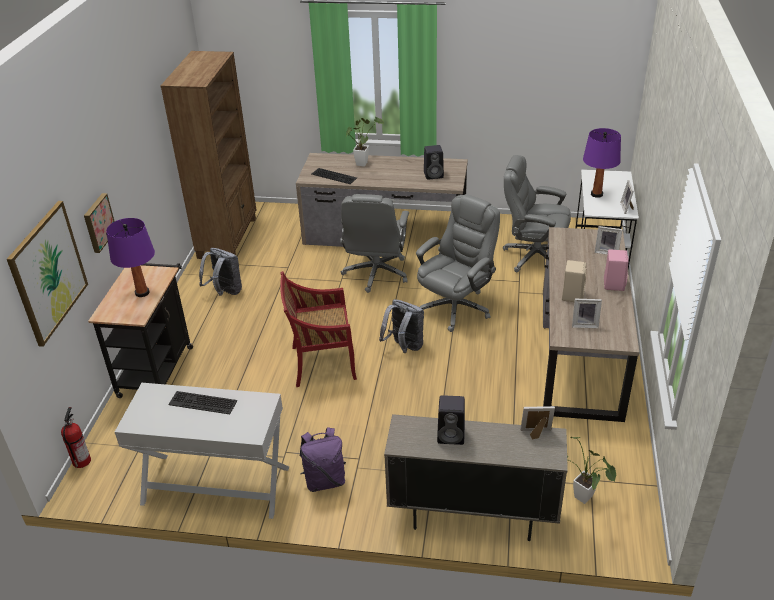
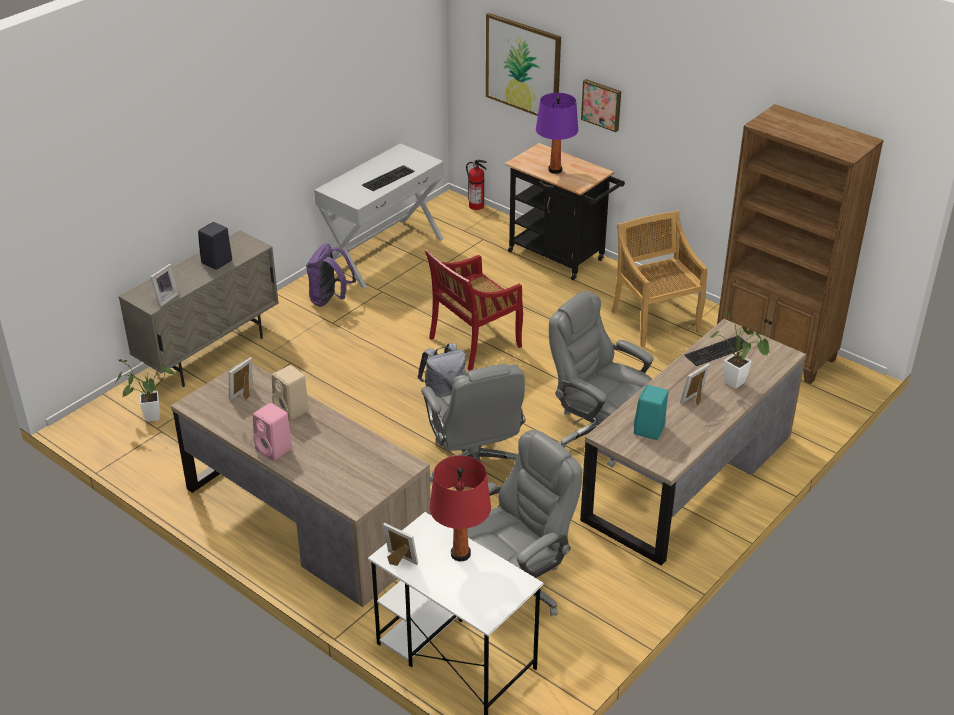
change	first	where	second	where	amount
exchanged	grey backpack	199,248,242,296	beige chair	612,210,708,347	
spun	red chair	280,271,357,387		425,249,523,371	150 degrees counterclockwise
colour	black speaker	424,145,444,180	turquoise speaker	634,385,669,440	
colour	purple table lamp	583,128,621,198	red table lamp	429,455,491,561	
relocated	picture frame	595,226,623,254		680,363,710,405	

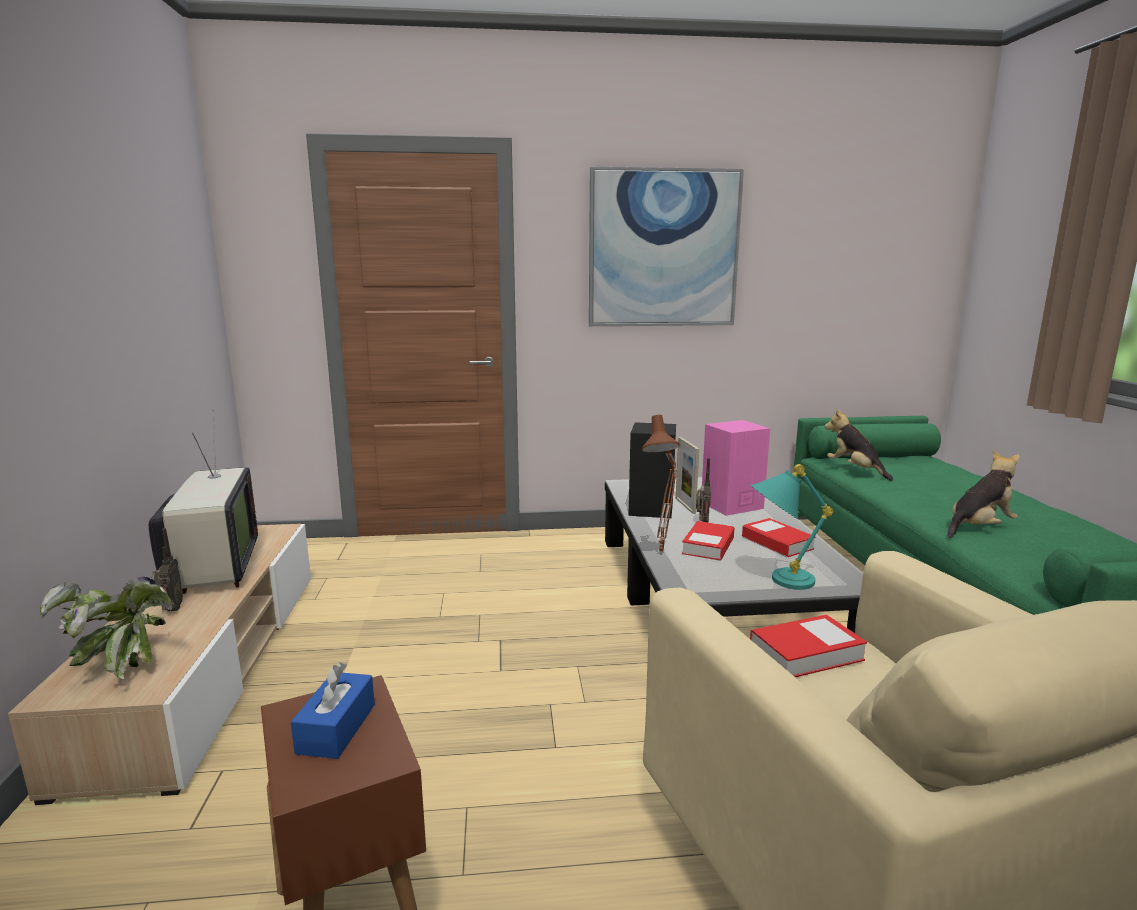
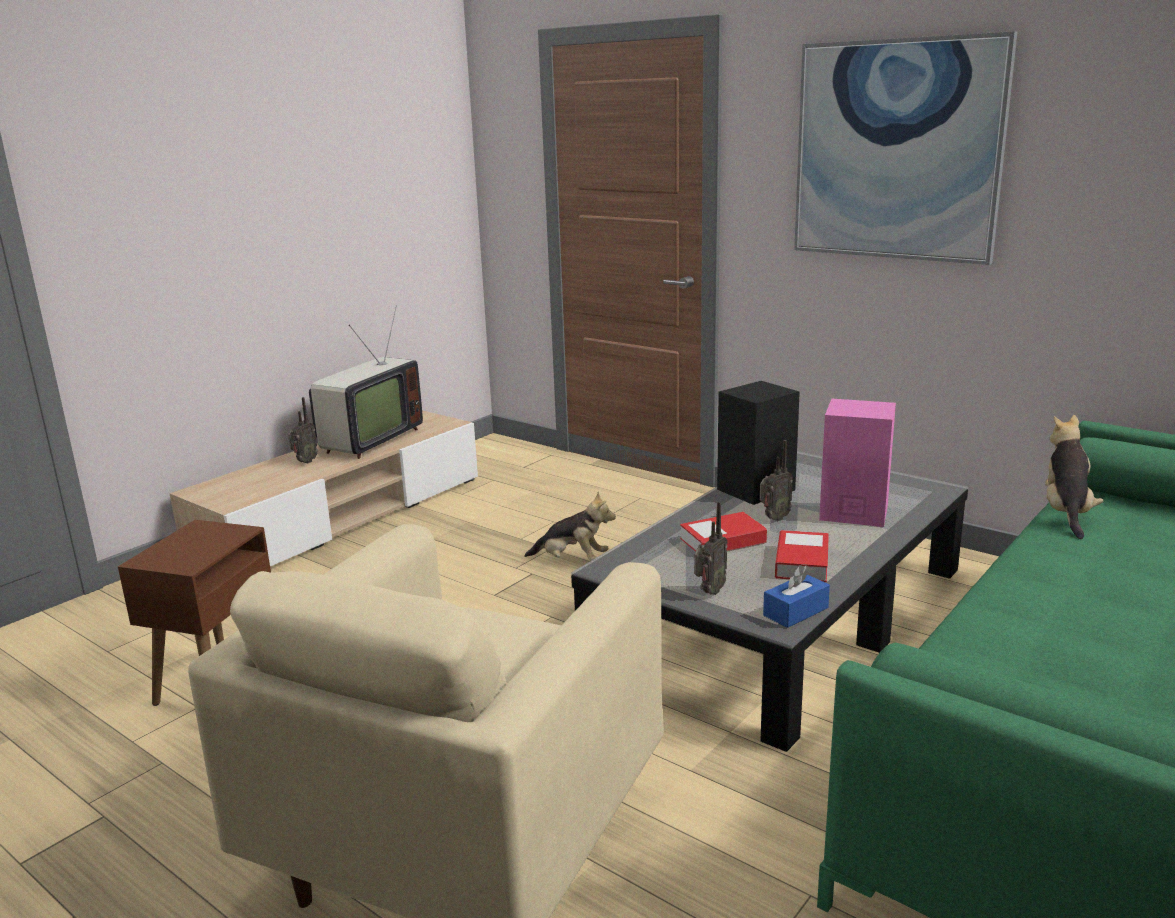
change	first	where	second	where	amount
missing	potted plant	40,577,172,679			
relocated	blue tissue box	291,662,375,759		763,565,830,628	
missing	brown table lamp	642,415,680,555			
missing	picture frame	676,437,699,514			
exchanged	turquoise table lamp	750,464,833,589	radio	694,501,727,595	
missing	book	750,615,867,677			
relocated	plush toy	948,450,1020,538		524,492,616,561	

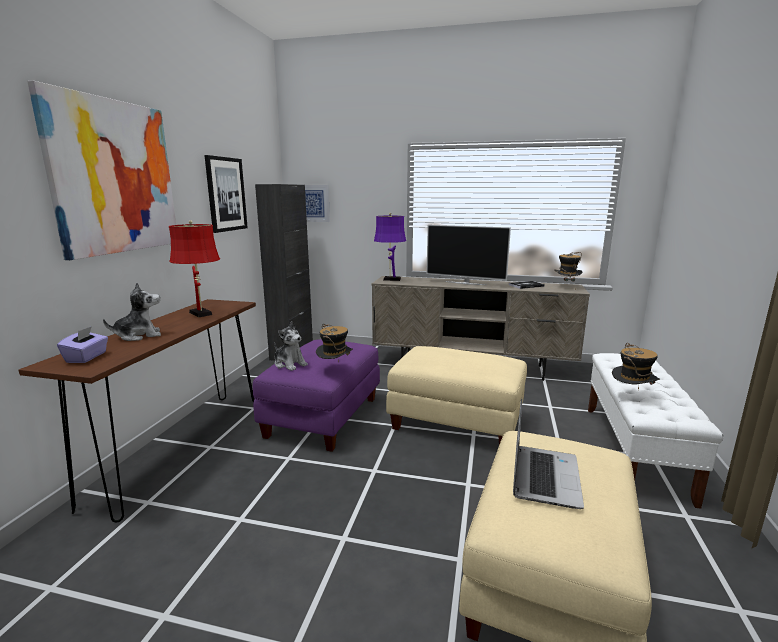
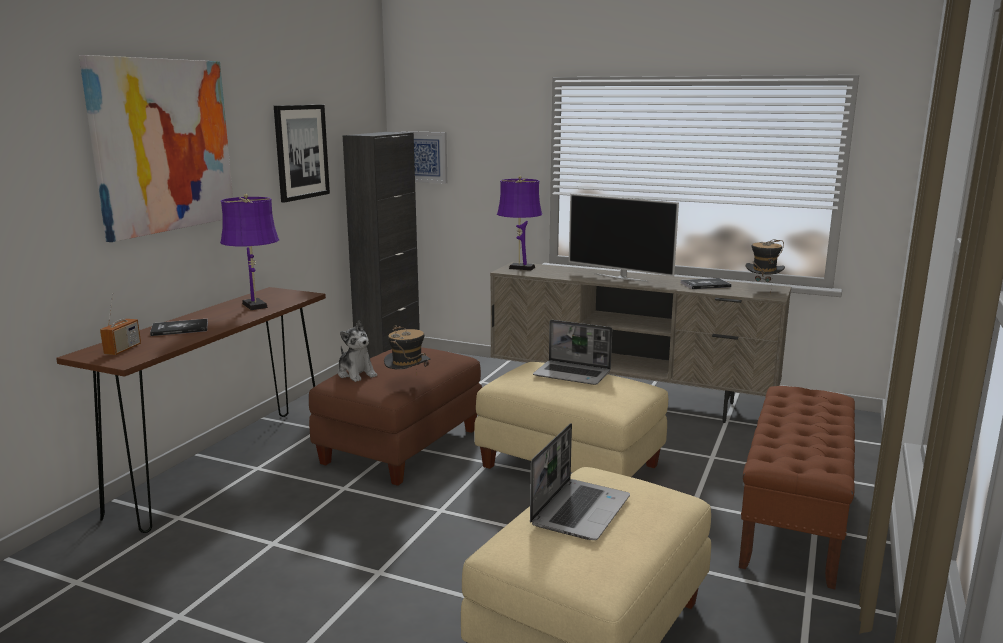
change	first	where	second	where	amount
exchanged	purple tissue box	57,326,108,363	radio	100,293,141,355	
exchanged	plush toy	103,282,161,341	book	150,319,208,336	
colour	red table lamp	169,220,220,318	purple table lamp	220,194,279,310	
colour	purple ottoman	253,339,380,452	brown ottoman	309,347,482,486	
colour	white bench	588,353,724,509	brown bench	739,386,855,589	
missing	hat	612,343,660,390			
appeared			laptop	533,320,612,385	

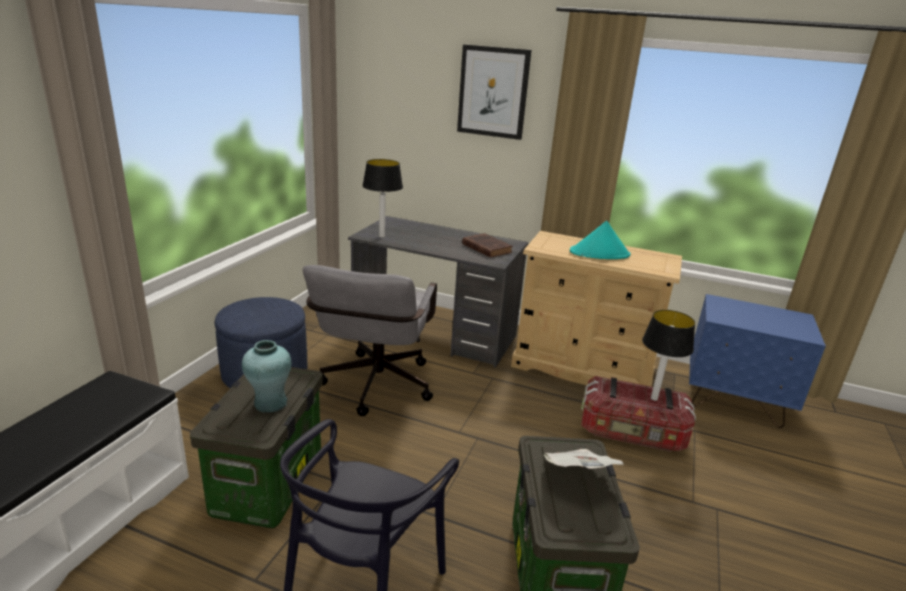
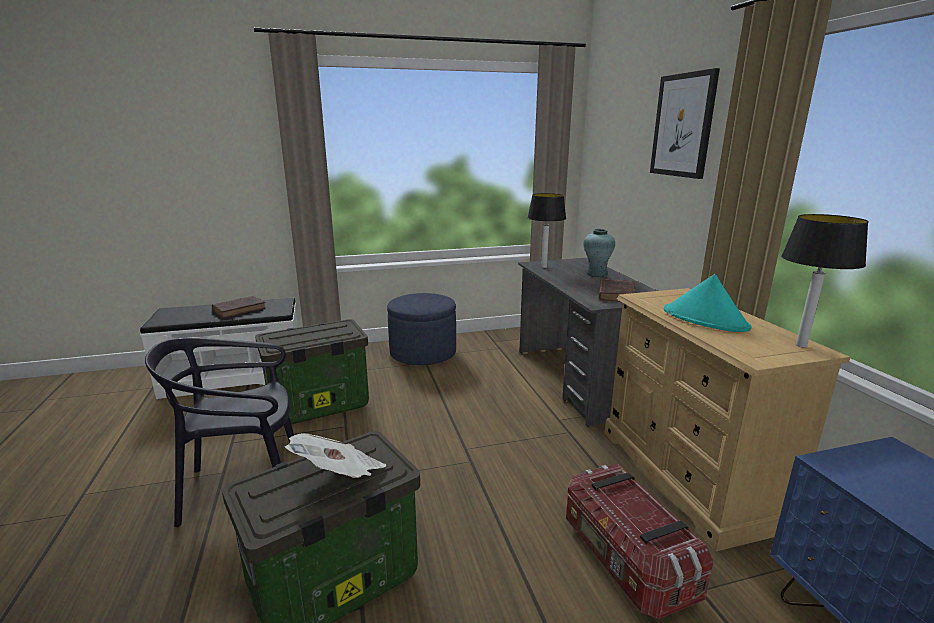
change	first	where	second	where	amount
relocated	turquoise vase	242,340,291,413		583,229,615,277	
missing	grey office chair	303,265,437,416			
relocated	table lamp	642,310,695,401		781,214,869,348	
appeared			brown book	212,296,266,318	

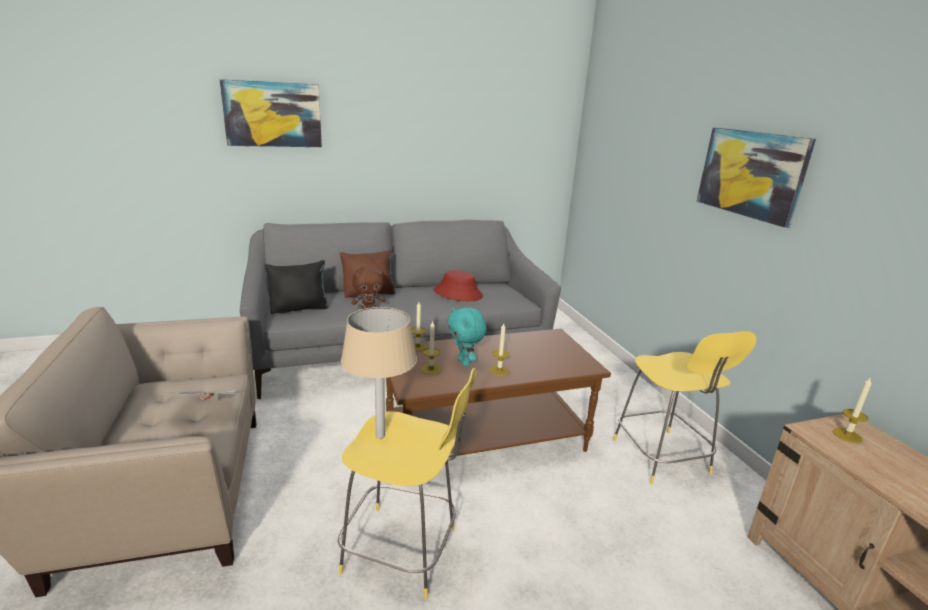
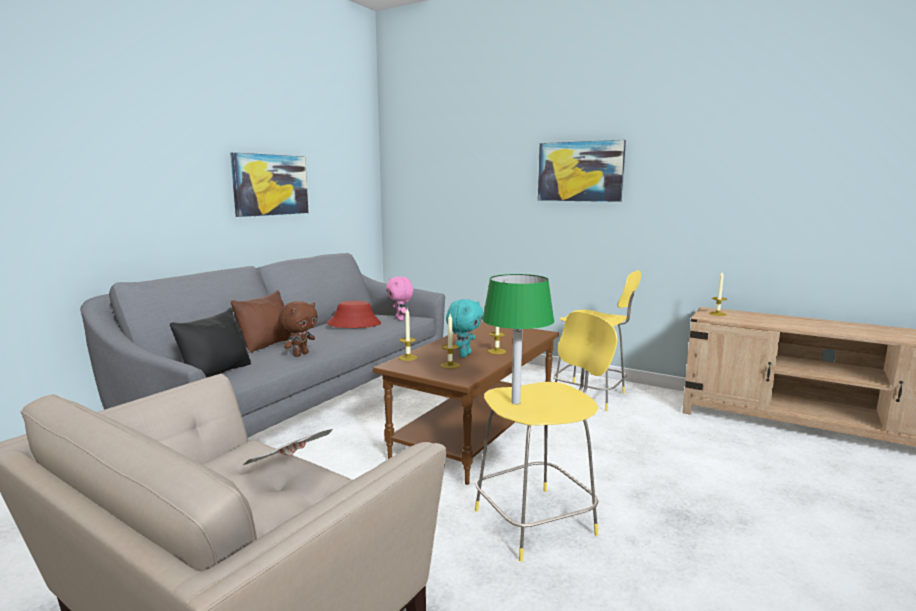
change	first	where	second	where	amount
relocated	picture	219,79,322,147		230,152,309,217	
colour	beige table lamp	341,307,417,439	green table lamp	482,274,554,405	
spun	turquoise plush toy	448,308,486,367		446,299,483,357	90 degrees counterclockwise
appeared			pink plush toy	386,277,413,320	

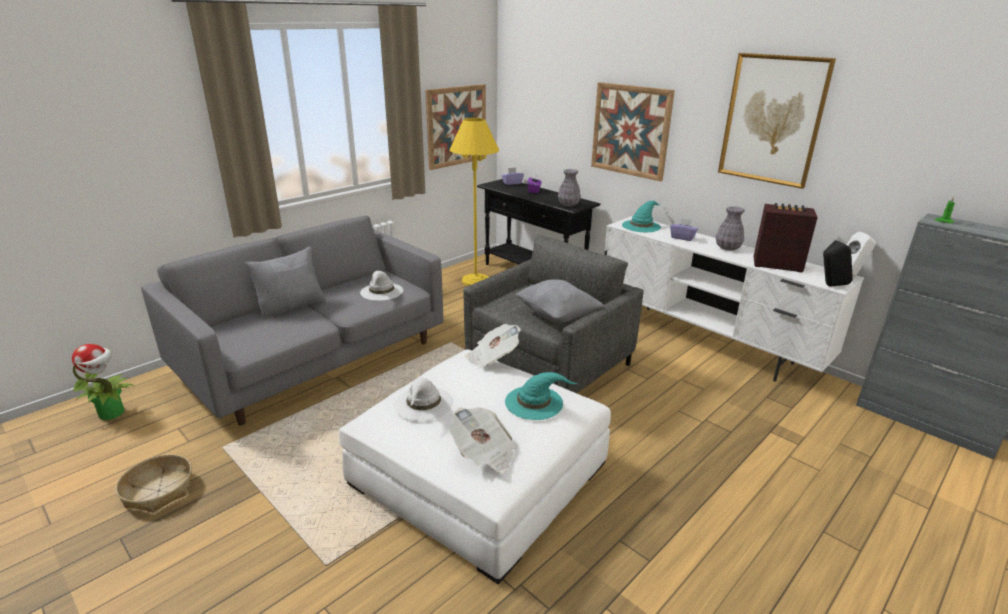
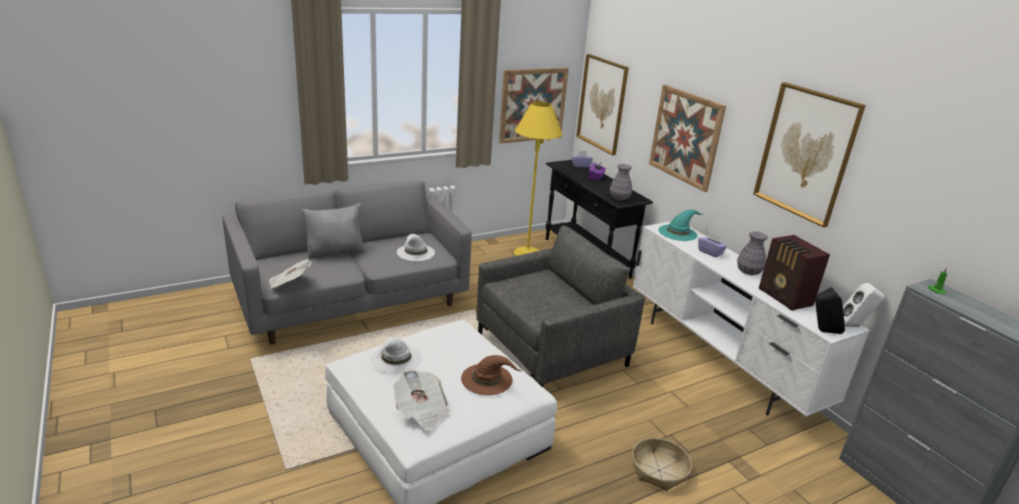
change	first	where	second	where	amount
missing	potted plant	72,344,133,420			
relocated	basket	116,454,192,513		632,438,692,491	
relocated	newspaper	465,324,521,368		269,259,311,289	
colour	turquoise hat	505,372,578,420	brown hat	461,355,522,396	
missing	grey pillow	515,279,604,323			
spun	radio	754,203,818,273		759,235,830,311	150 degrees counterclockwise
appeared			picture	576,54,629,155	

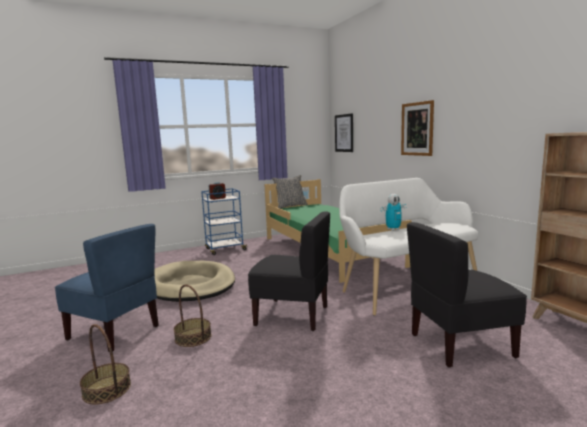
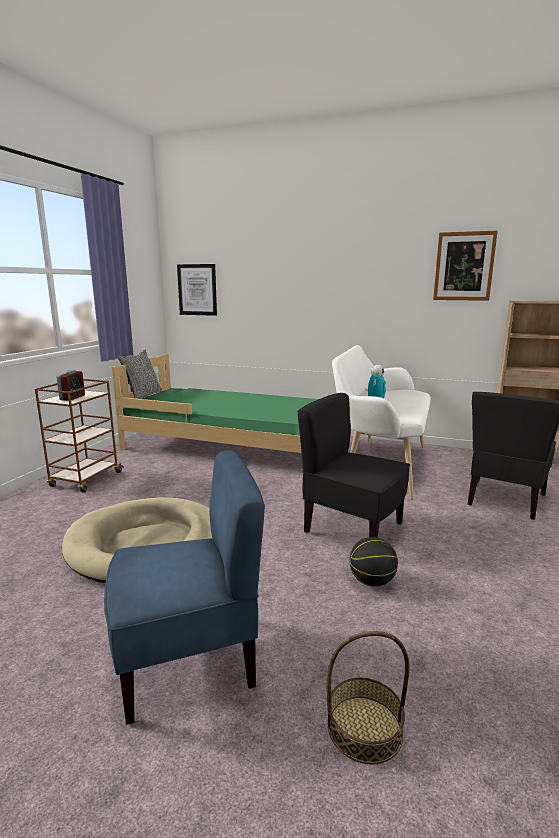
change	first	where	second	where	amount
missing	basket	174,284,212,347			
colour	blue cart	201,188,248,255	brown cart	35,379,124,493	
spun	black chair	248,211,330,331		298,393,410,538	120 degrees counterclockwise
relocated	picture	401,100,434,156		433,231,498,301	
appeared			basketball	349,537,398,587	

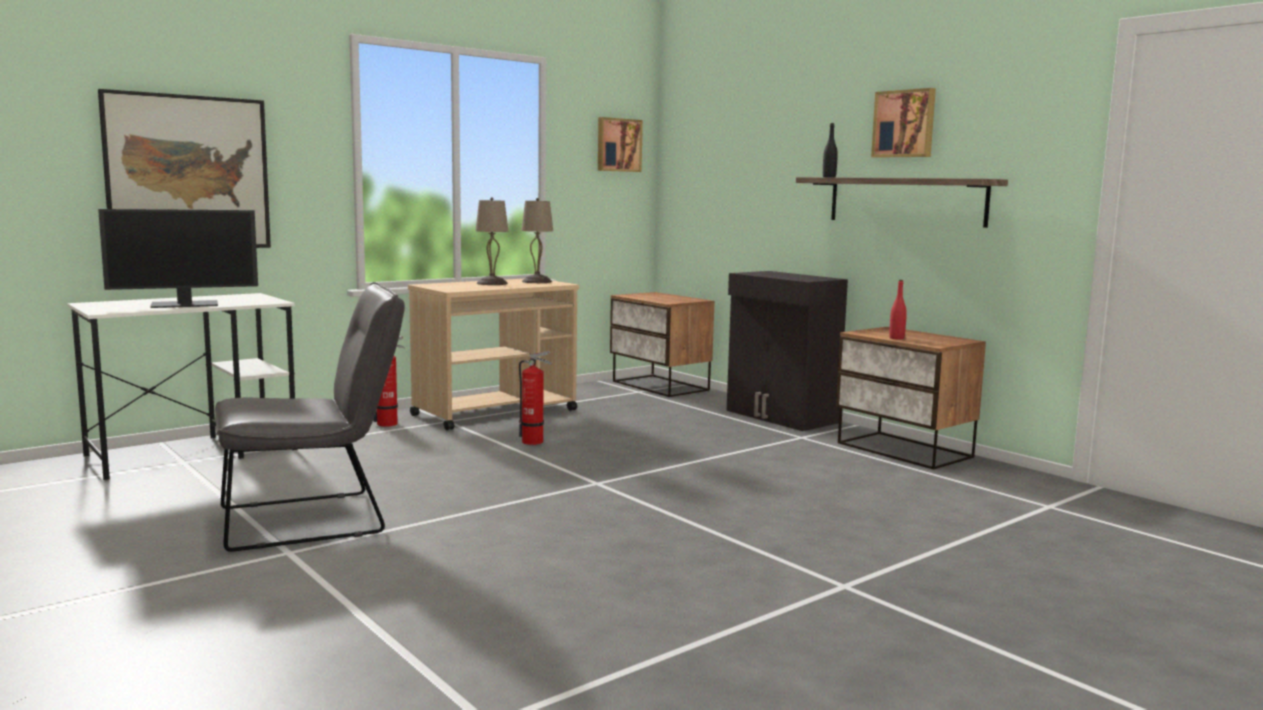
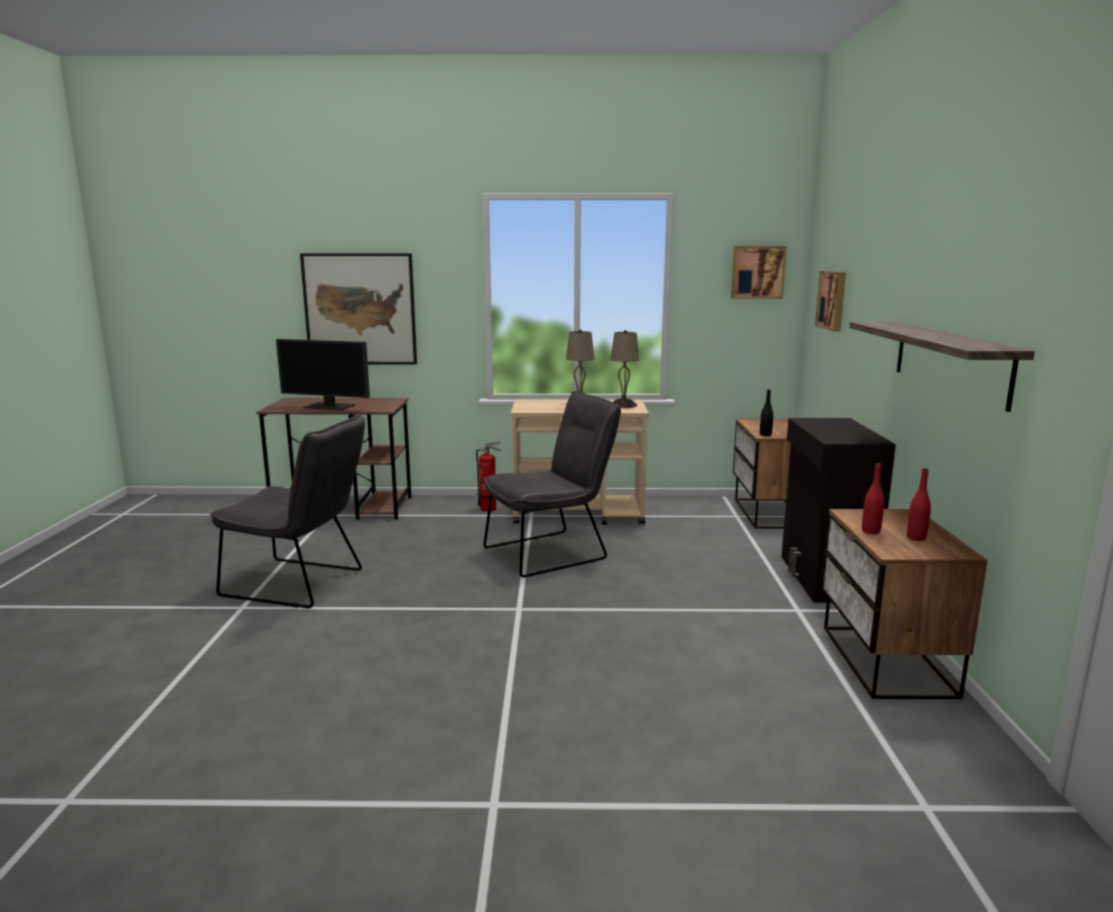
change	first	where	second	where	amount
colour	white desk	67,293,297,480	brown desk	256,398,412,520	
exchanged	fire extinguisher	519,351,552,445	grey chair	484,391,621,577	
relocated	black bottle	823,123,838,177		760,389,773,436	
relocated	picture	871,88,936,158		815,271,846,331	
appeared			red bottle	907,468,931,541	

